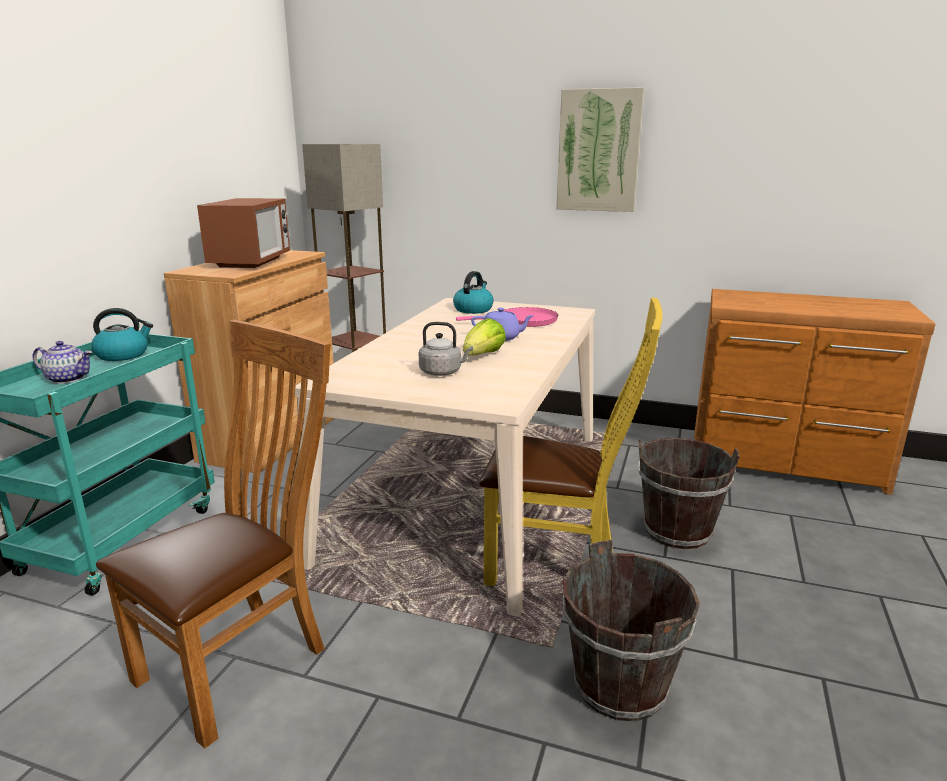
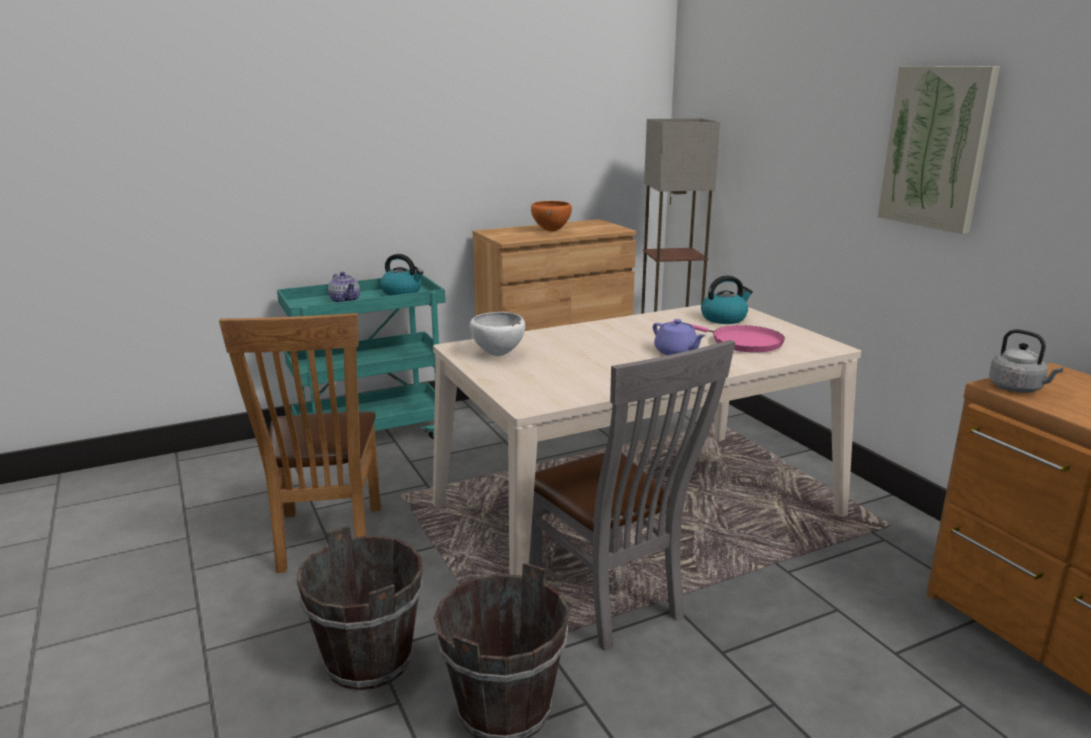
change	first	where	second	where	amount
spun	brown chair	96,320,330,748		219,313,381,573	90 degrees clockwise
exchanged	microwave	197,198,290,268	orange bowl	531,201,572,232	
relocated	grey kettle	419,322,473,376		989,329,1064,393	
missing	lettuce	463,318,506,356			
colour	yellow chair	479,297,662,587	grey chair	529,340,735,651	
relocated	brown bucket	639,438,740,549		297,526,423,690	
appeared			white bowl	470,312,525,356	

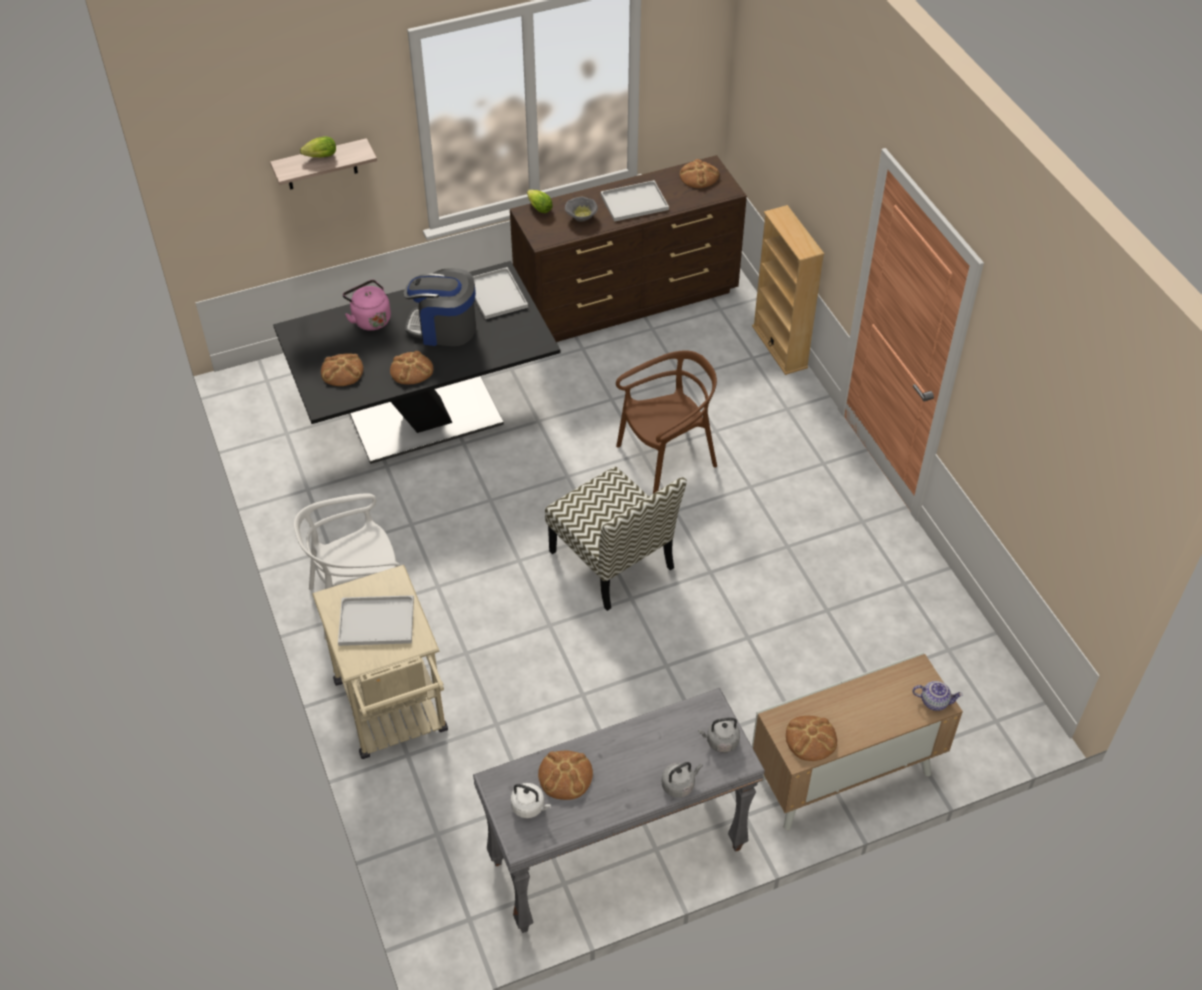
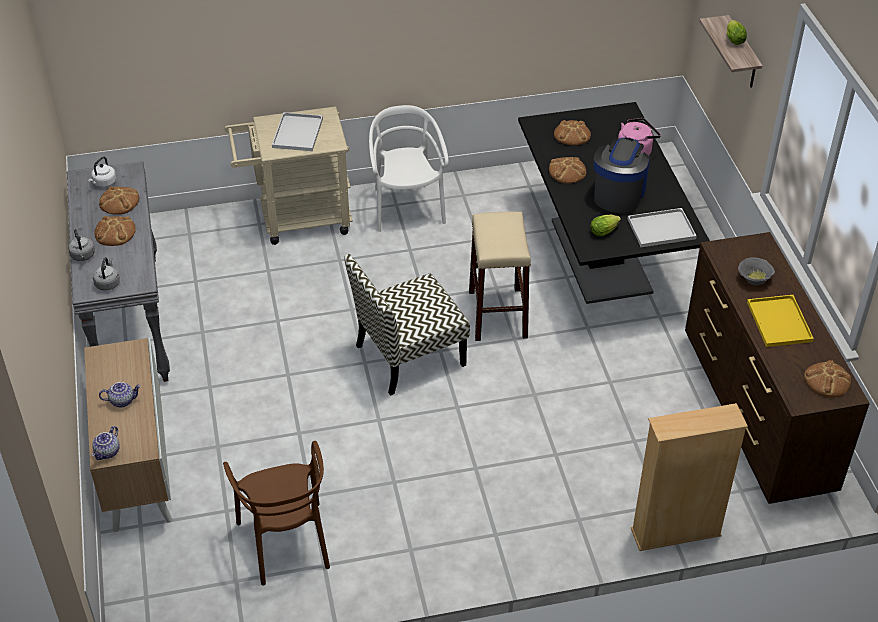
change	first	where	second	where	amount
relocated	lettuce	527,190,553,213		591,215,621,236	
colour	white tray	601,180,669,222	yellow tray	747,295,814,347	
relocated	brown chair	616,351,717,494		223,441,330,586	
relocated	bread	786,716,837,761		94,216,136,246	
appeared			teapot	99,382,141,407	
appeared			beige stool	469,211,531,341	

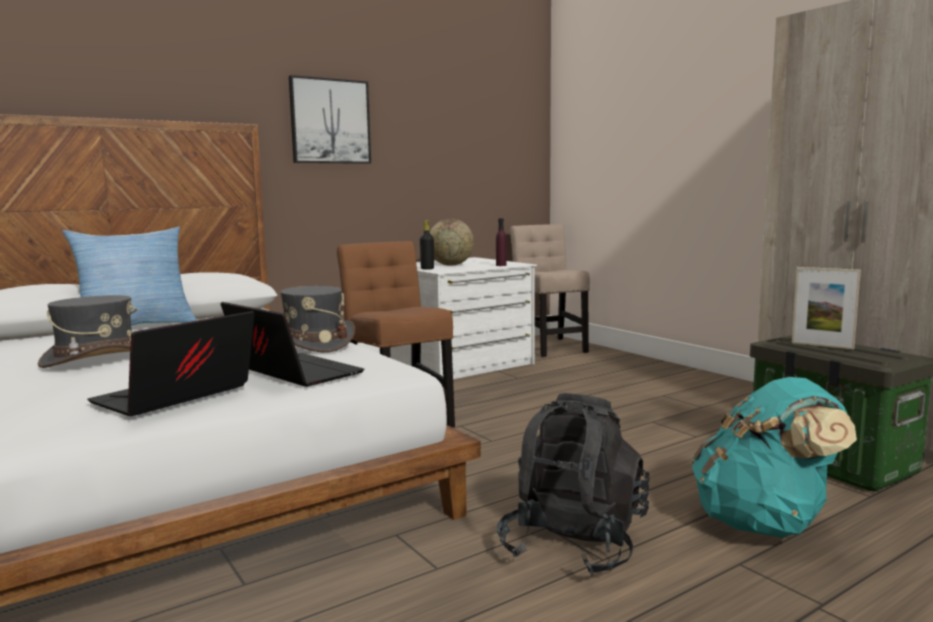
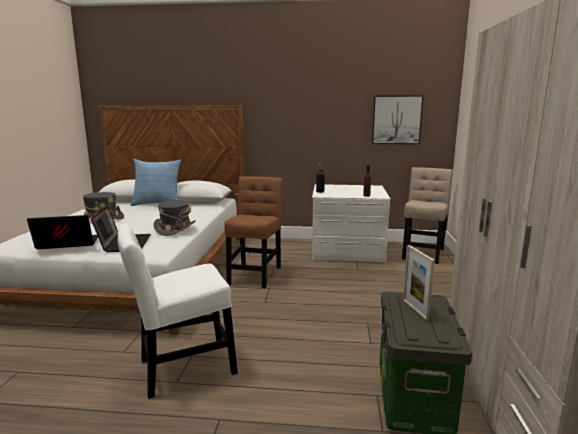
change	first	where	second	where	amount
relocated	picture	289,75,371,164		372,95,424,144	
missing	globe	430,219,474,266			
exchanged	black backpack	497,393,650,576	white chair	118,224,238,399	
missing	turquoise backpack	691,377,857,538			

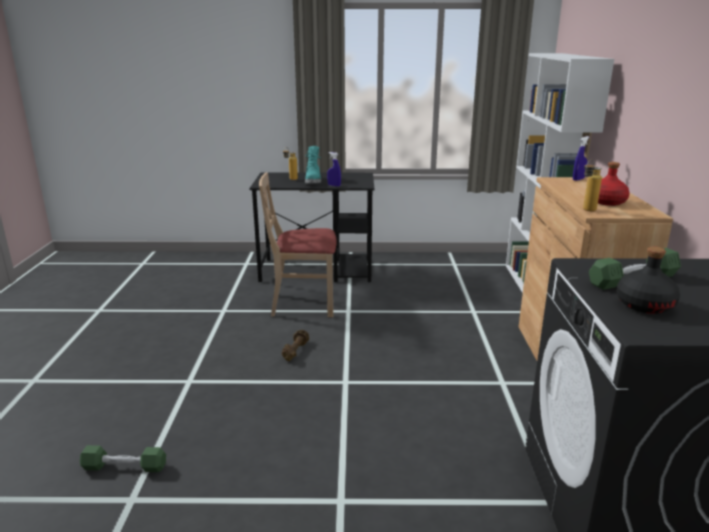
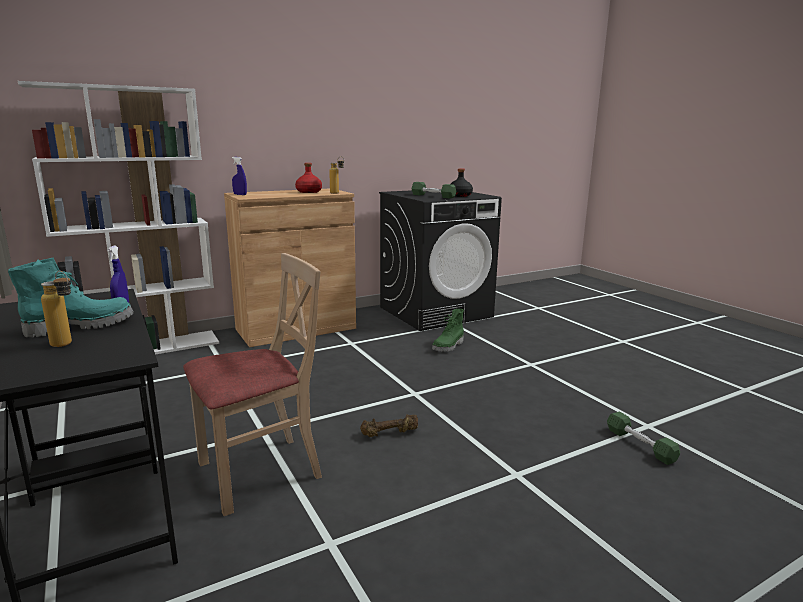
change	first	where	second	where	amount
spun	beige chair	259,172,337,317		183,253,322,516	90 degrees counterclockwise
appeared			green boot	432,309,464,352	

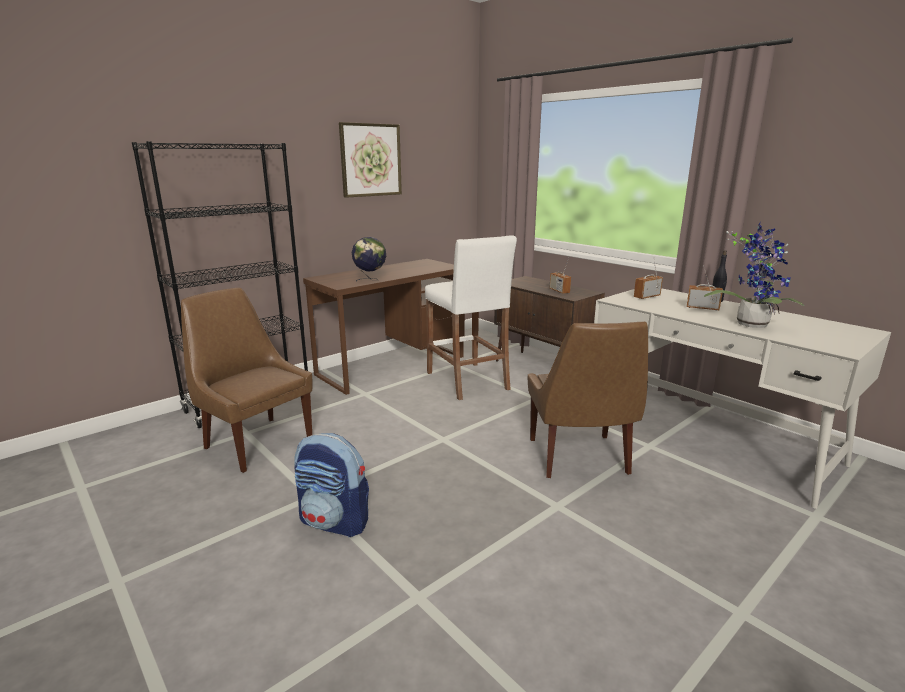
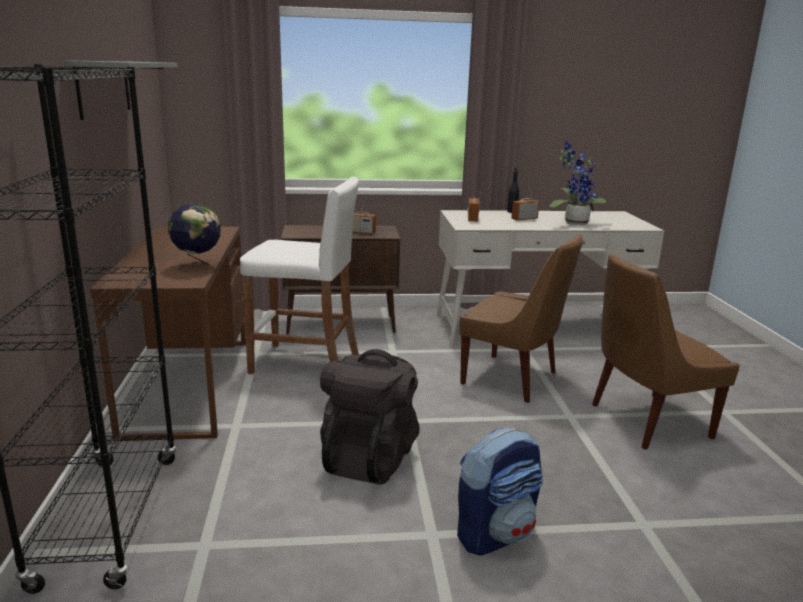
change	first	where	second	where	amount
relocated	brown chair	181,288,312,473		592,254,740,450	
exchanged	picture	339,122,402,198	grey shelf	64,60,178,120	
appeared			black backpack	320,349,420,485	

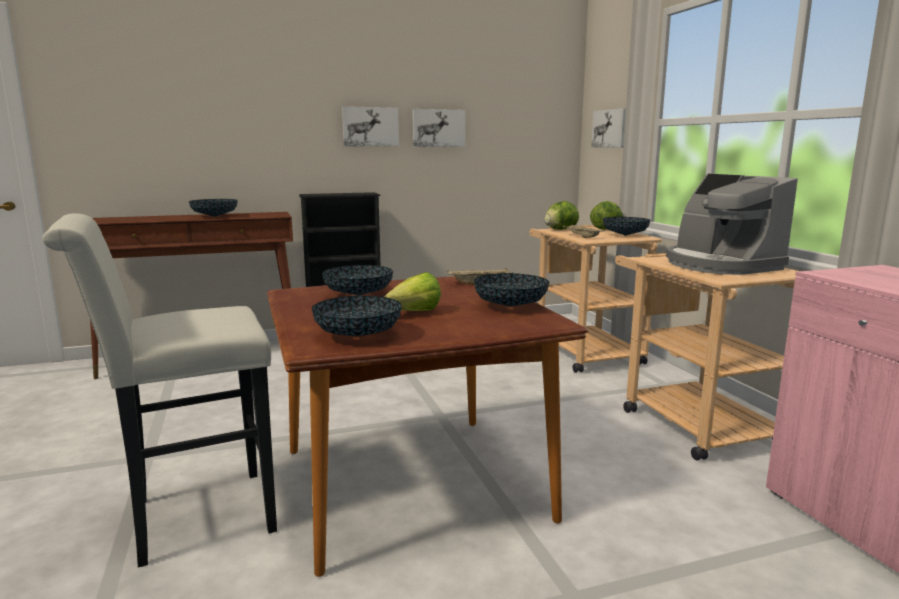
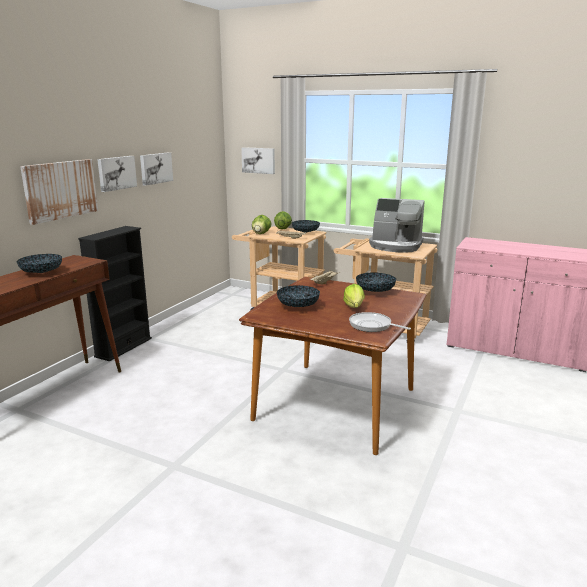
change	first	where	second	where	amount
missing	white stool	42,213,277,567			
exchanged	bowl	312,296,402,336	frying pan	349,312,411,332	
appeared			picture	20,159,98,225	

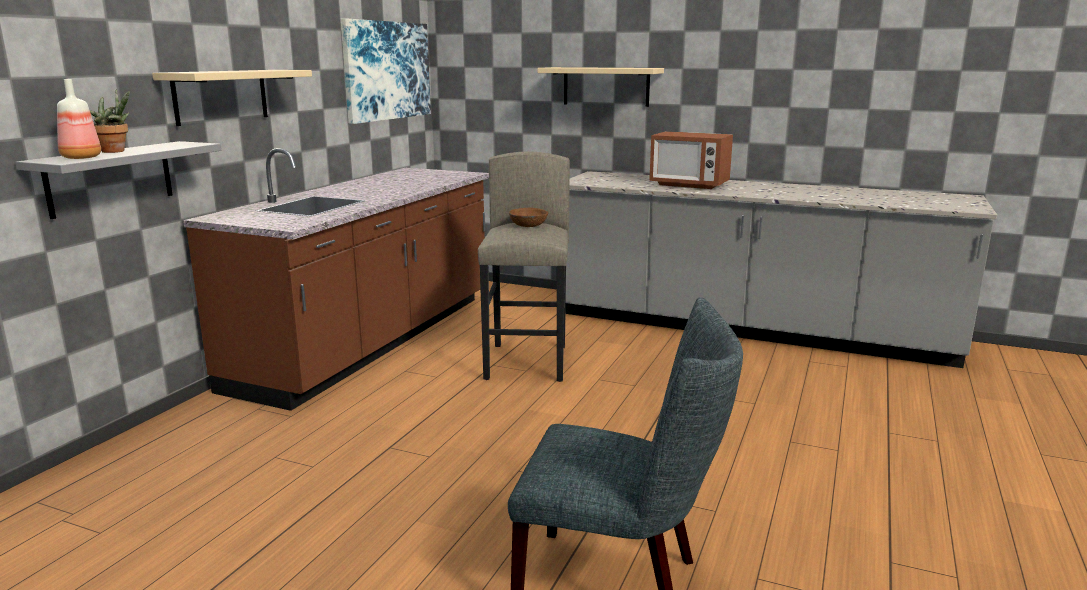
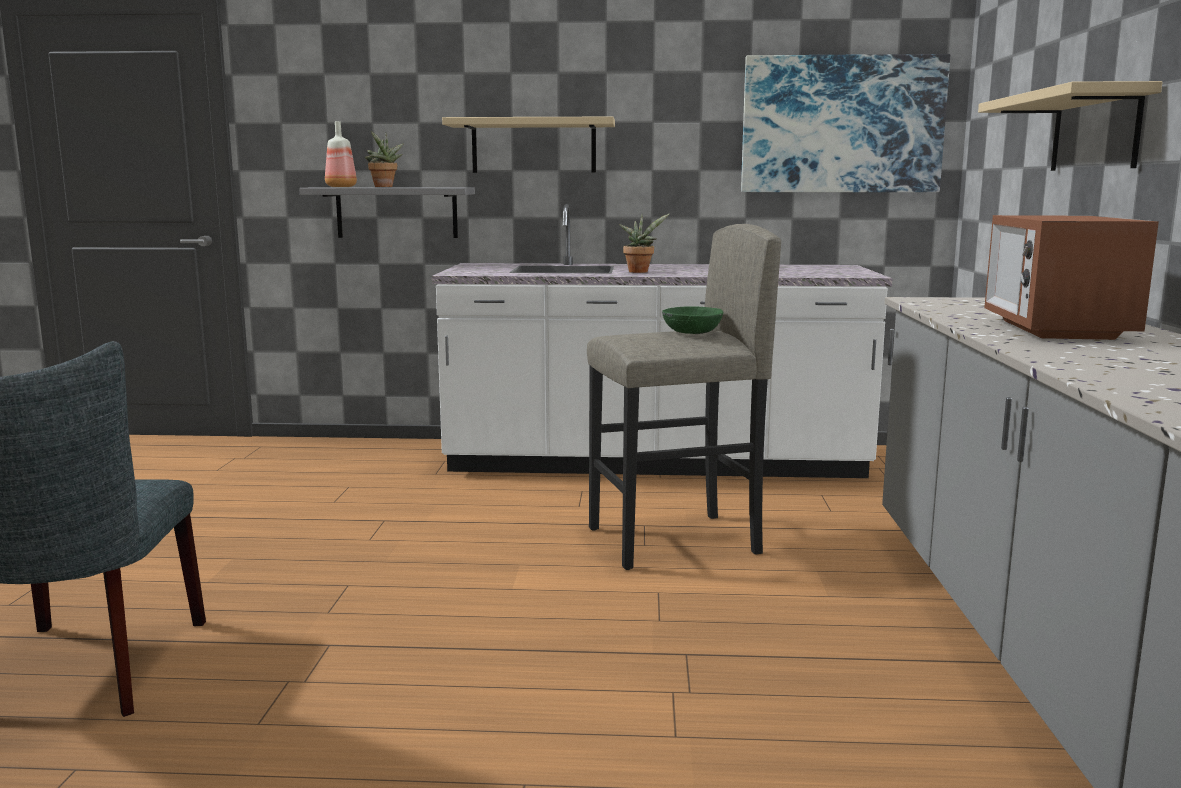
change	first	where	second	where	amount
colour	brown counter	183,148,489,411	white counter	432,204,893,478	
colour	brown bowl	509,208,548,227	green bowl	662,307,723,334	
appeared			potted plant	619,213,670,273	

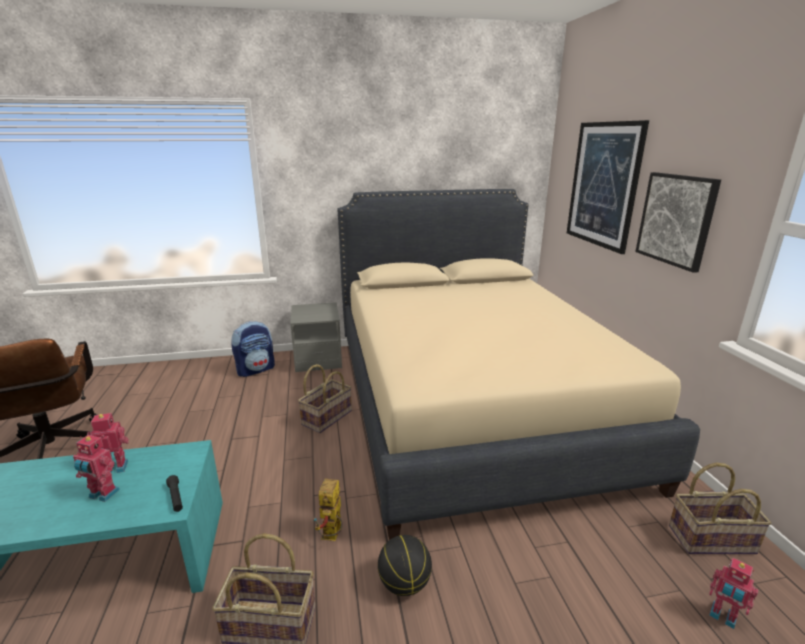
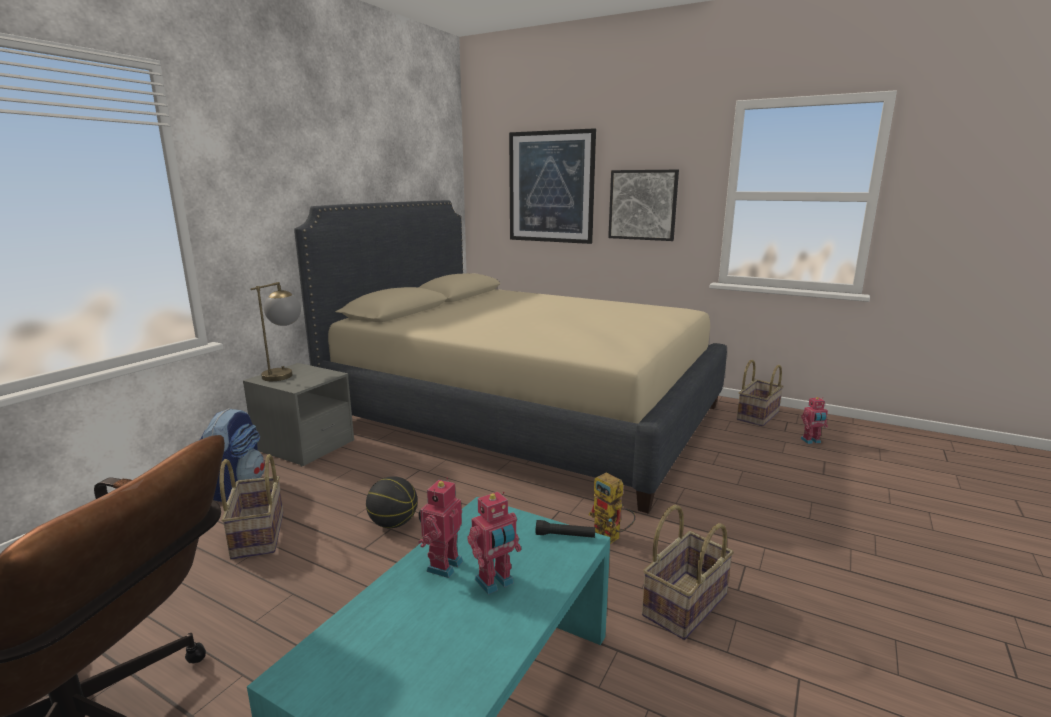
change	first	where	second	where	amount
relocated	basket	298,364,352,433		220,454,284,560	
relocated	basketball	378,535,432,596		366,476,418,528	
appeared			table lamp	250,282,301,381	

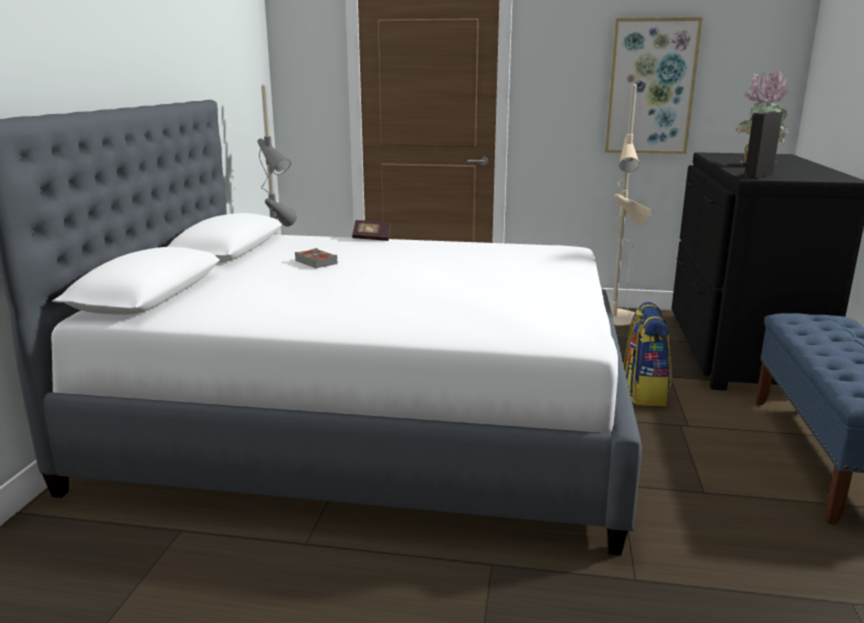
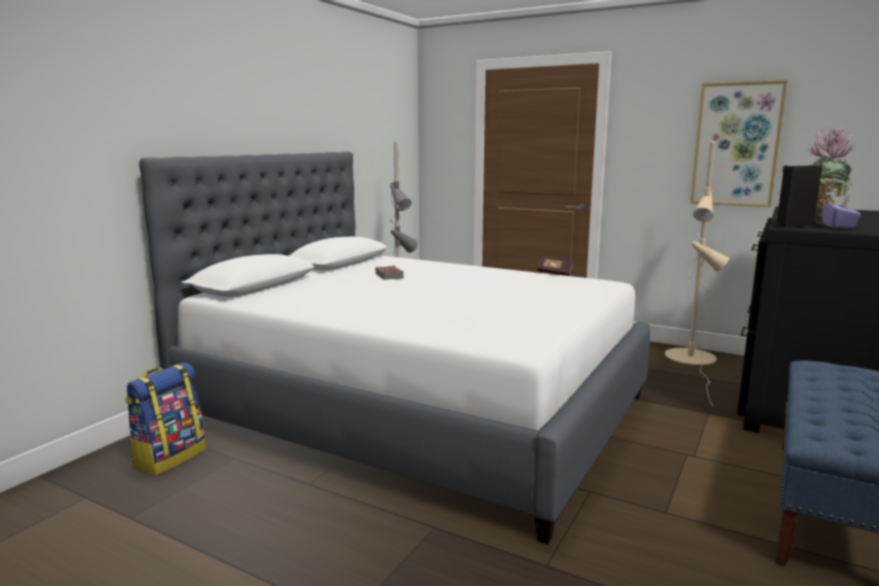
change	first	where	second	where	amount
relocated	book	352,220,391,241		538,256,573,276	
relocated	backpack	623,302,672,406		125,362,206,476	
appeared			purple tissue box	822,197,861,229	

